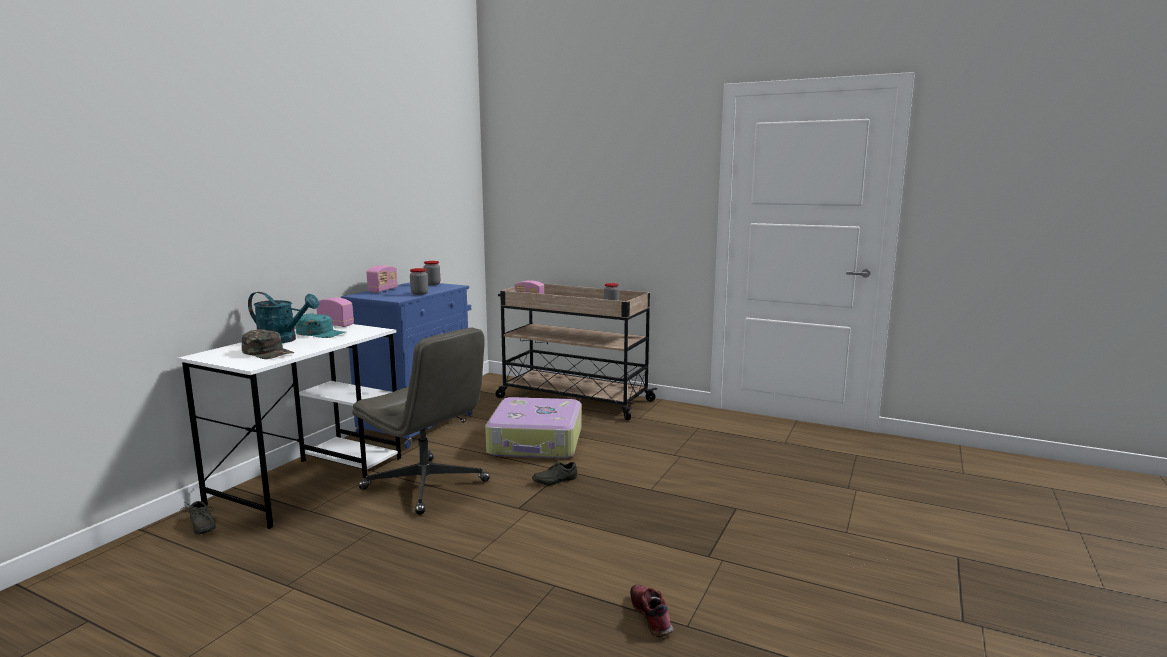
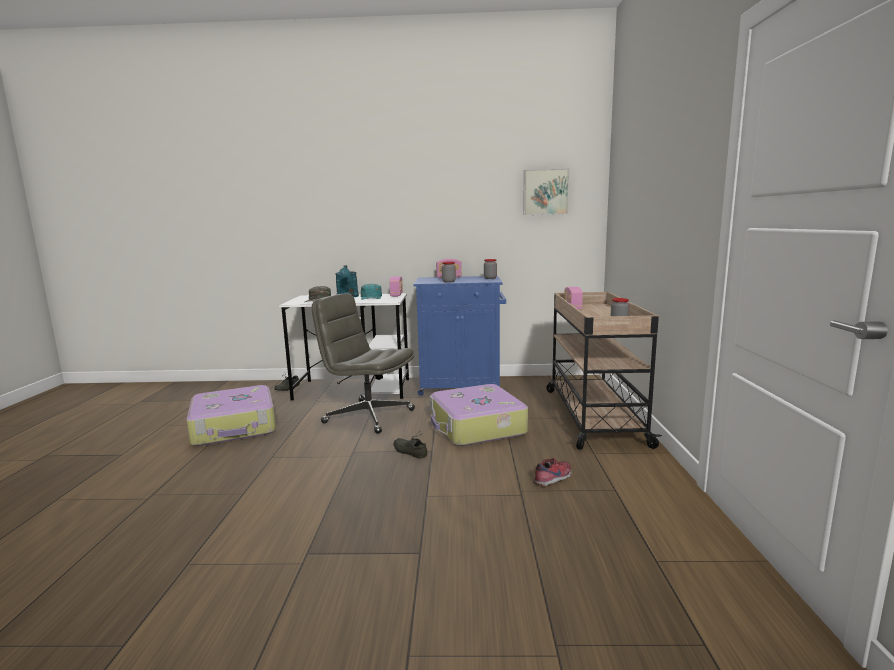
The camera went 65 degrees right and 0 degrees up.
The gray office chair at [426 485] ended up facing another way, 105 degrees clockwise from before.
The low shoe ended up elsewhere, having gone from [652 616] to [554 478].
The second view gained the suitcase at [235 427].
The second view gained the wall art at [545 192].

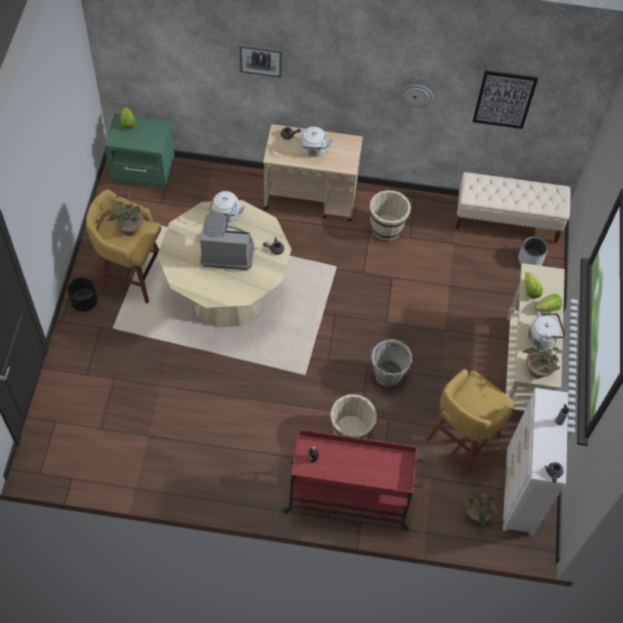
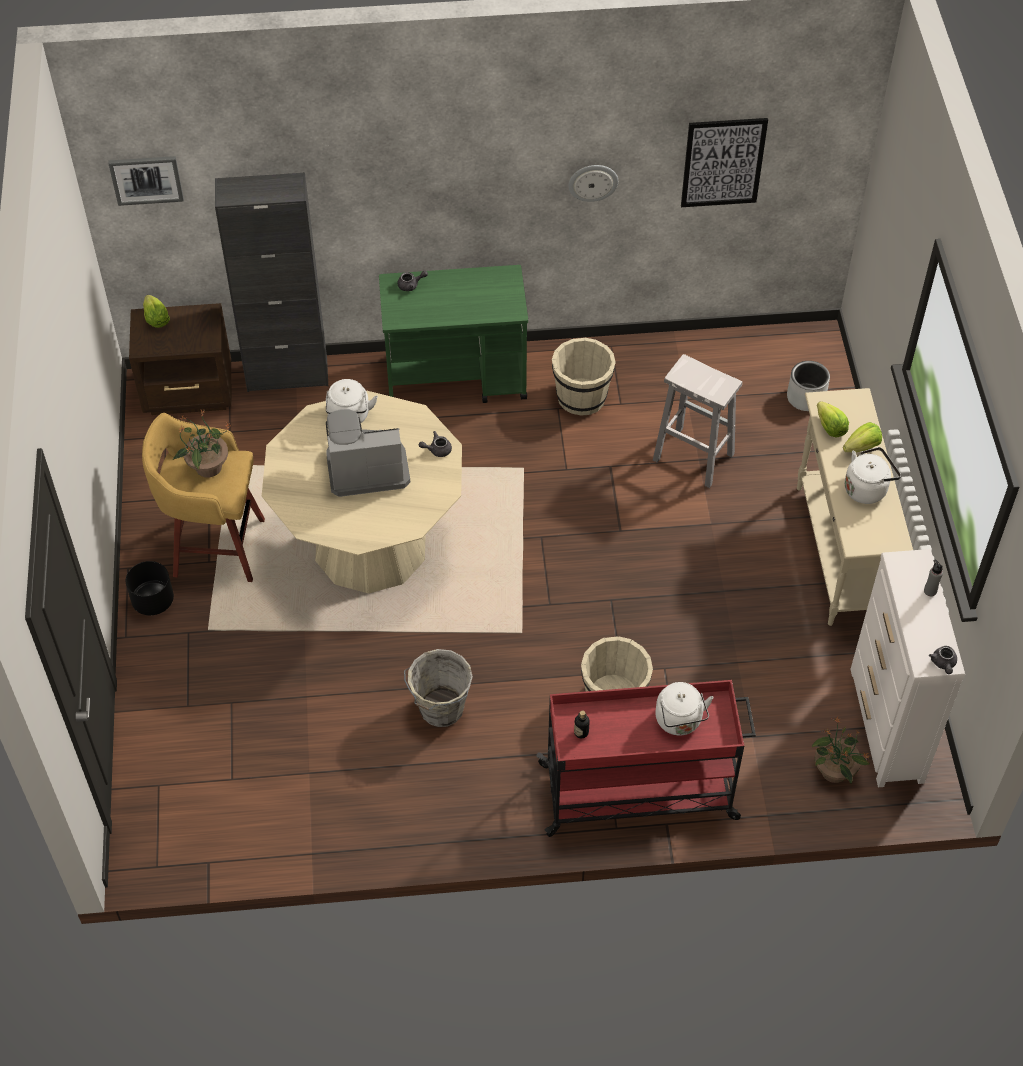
The camera went 10 degrees left and 5 degrees down.
What was the greenish night table at [144 171] turned into the brown night table at [190 392].
The wall art ended up elsewhere, having gone from [261 59] to [146 179].
What was the beige cart at [311 198] turned into the greenish cart at [457 378].
The whitish kettle ended up elsewhere, having gone from [313 150] to [680 721].
The gray bucket ended up elsewhere, having gone from [387 376] to [440 710].
The second view lost the yellow-coloured sitting stool at [461 440].
The second view lost the beige indoor bench at [507 221].
The second view lost the potted plant at [537 369].
The second view gained the black storage cabinet at [287 375].
The second view gained the whitish sitting stool at [692 456].

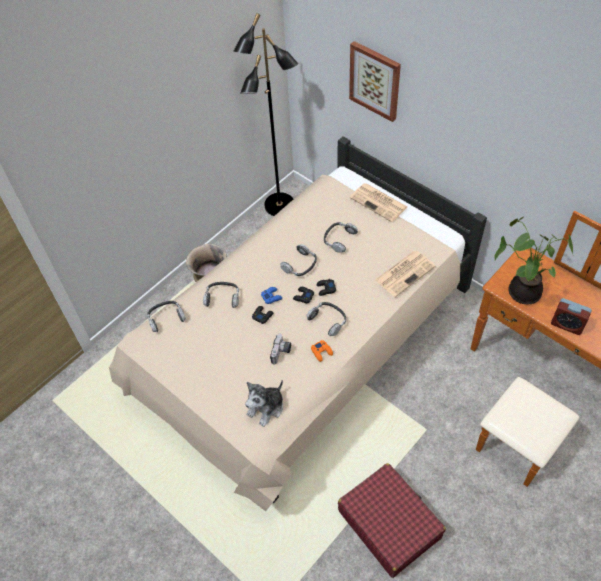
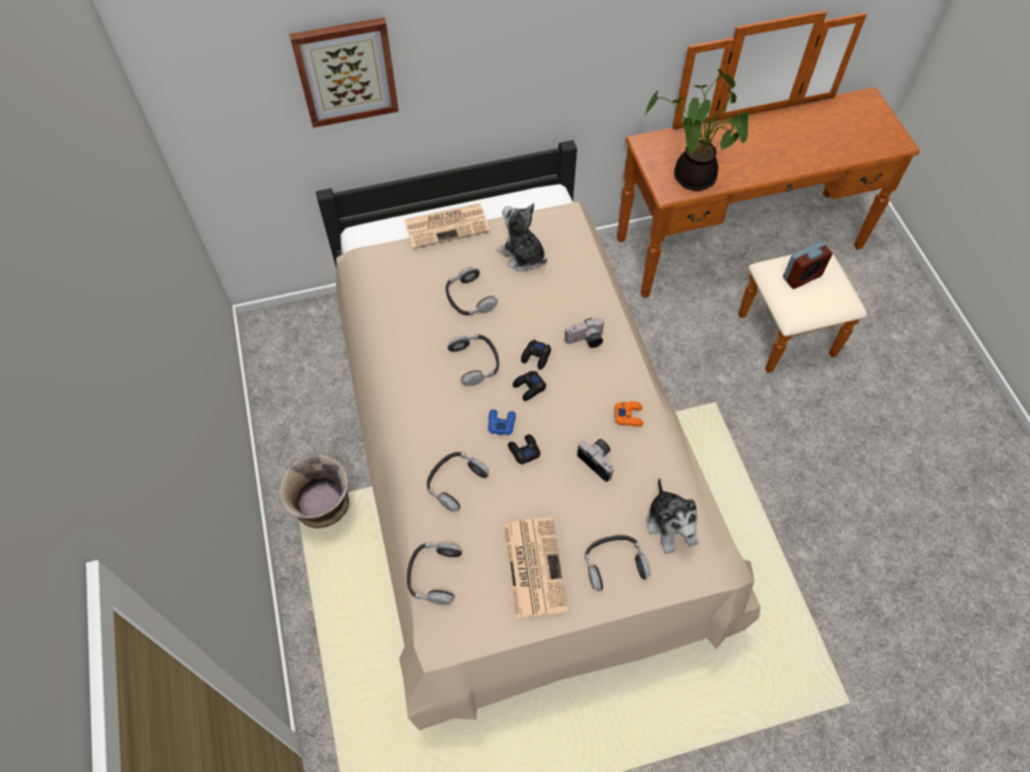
The camera went 60 degrees left and 5 degrees up.
The second view lost the black standing lamp at [279 206].
The pair of headphones ended up elsewhere, having gone from [328 320] to [614 564].
The second view lost the red-coloured suitcase at [389 523].
The newspaper ended up elsewhere, having gone from [405 273] to [533 566].
The alarm clock ended up elsewhere, having gone from [567 325] to [802 277].
The second view gained the soft toy at [522 256].
The second view gained the still camera at [586 341].

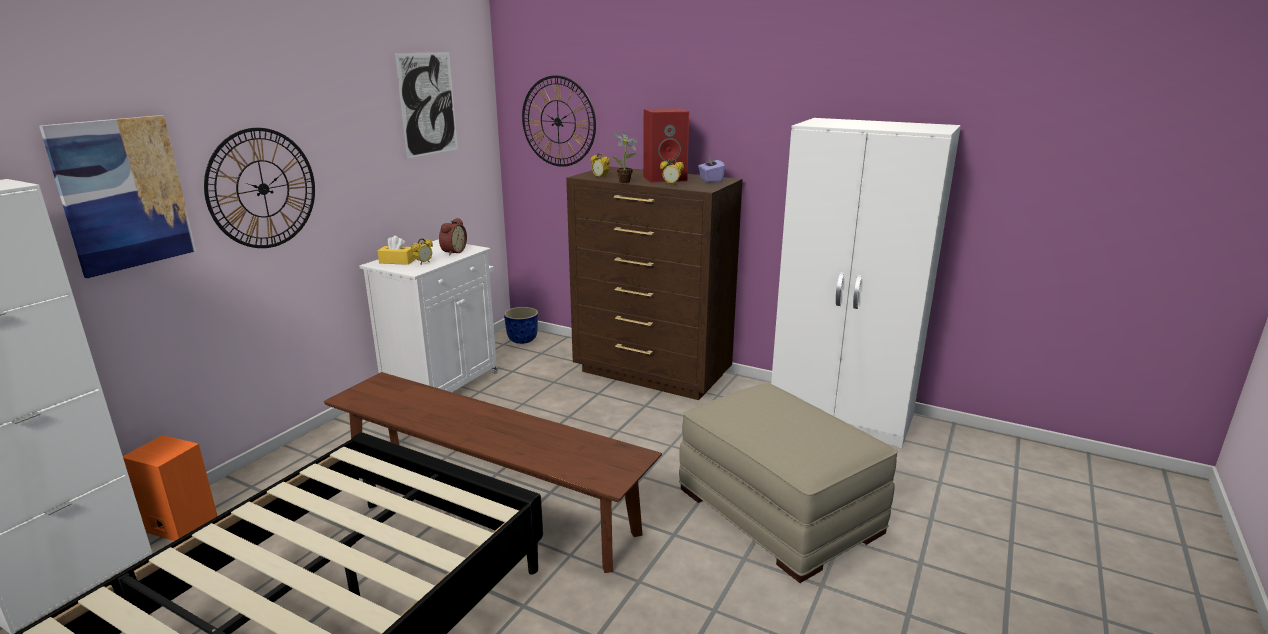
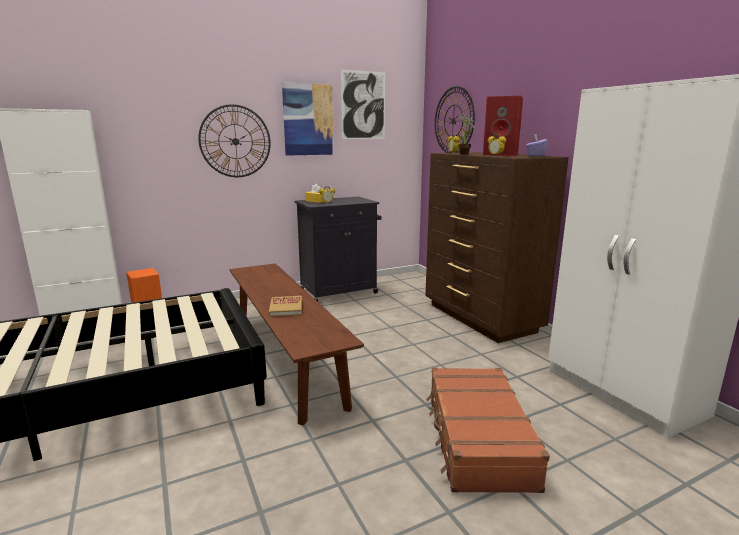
The camera went 35 degrees right and 5 degrees down.
The wall art ended up elsewhere, having gone from [123 194] to [308 120].
What was the whitish storage cabinet at [443 384] turned into the black storage cabinet at [339 291].
The second view lost the alarm clock at [452 252].
The second view lost the plant pot at [523 340].
Where the beige footrest stood at [779 510], the brown suitcase came to stand at [477 438].
The second view gained the volume at [286 308].

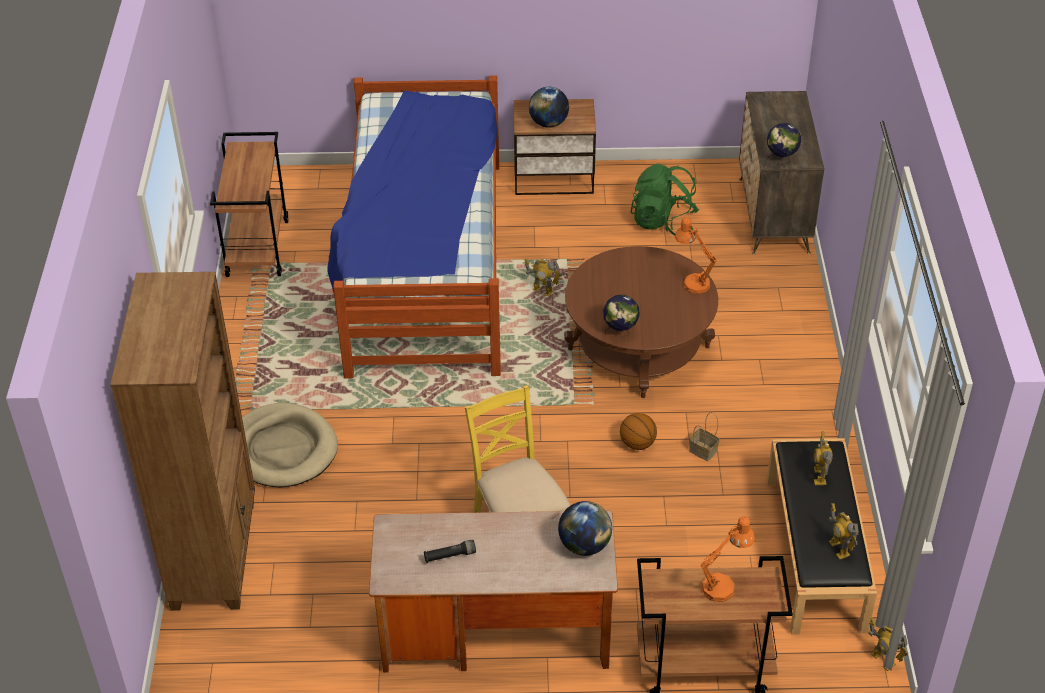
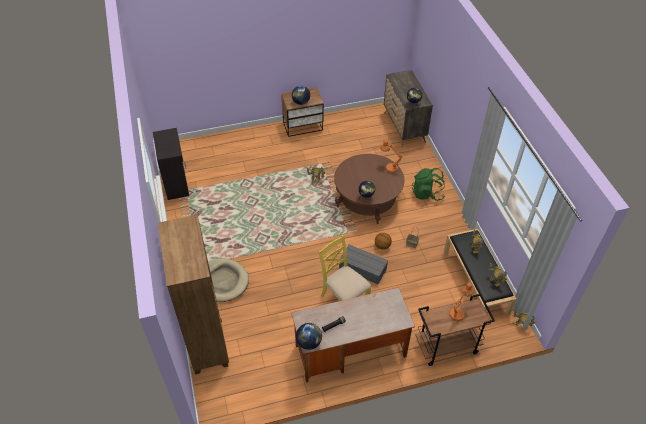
The camera went 15 degrees left and 5 degrees up.
Where the brown cart stood at [257 248], the black storage cabinet came to stand at [176 183].
The second view lost the sleeping bed at [425 264].
The desk globe ended up elsewhere, having gone from [584 545] to [309 342].
The greenish knapsack ended up elsewhere, having gone from [663 222] to [427 193].
The second view gained the gray storage bin at [362 268].

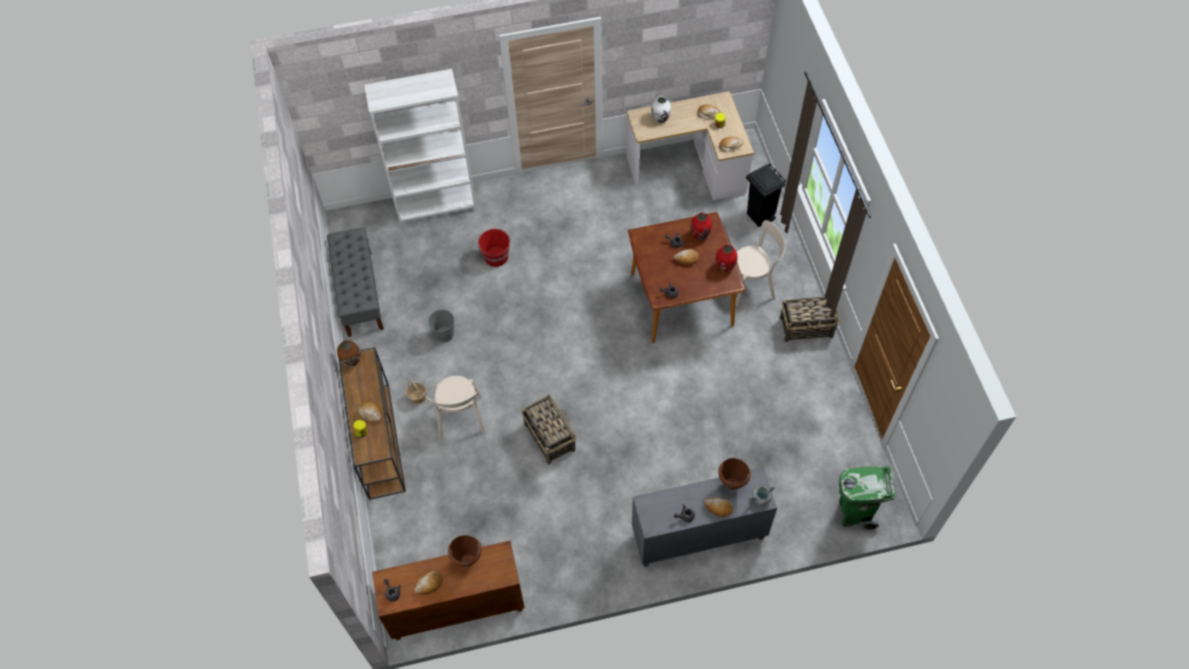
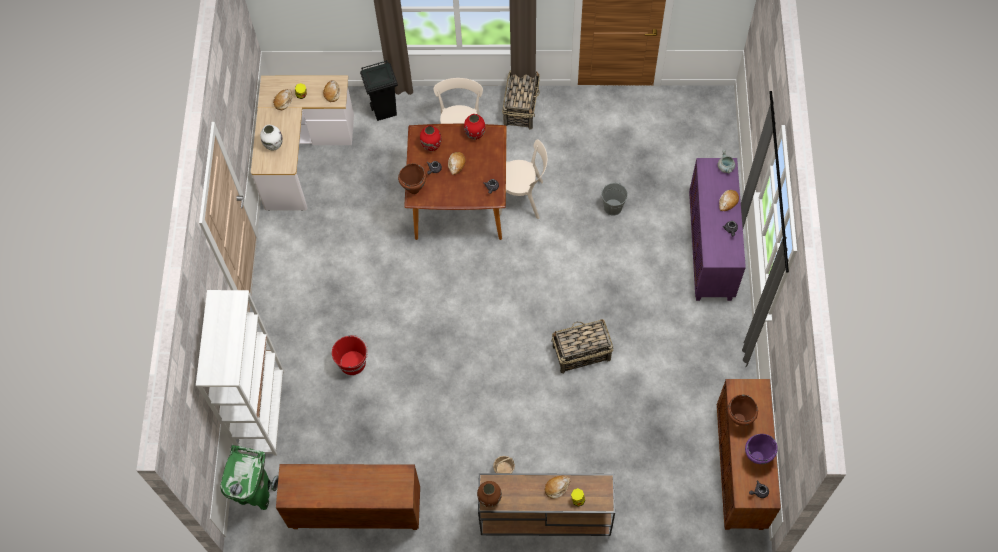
The camera went 75 degrees left and 5 degrees up.
Where the gray indoor bench stood at [359 293], the brown storage cabinet came to stand at [355 512].
Where the bakery bread stood at [429 585], the purplish stockpot came to stand at [757 457].
The beige plain chair ended up elsewhere, having gone from [461 419] to [523 198].
The gray bucket ended up elsewhere, having gone from [444 335] to [613 207].
What was the gray storage cabinet at [698 536] turned into the purplish storage cabinet at [711 250].
The brown stockpot ended up elsewhere, having gone from [731 483] to [413 189].
The greenish waste bin ended up elsewhere, having gone from [854 512] to [256 493].

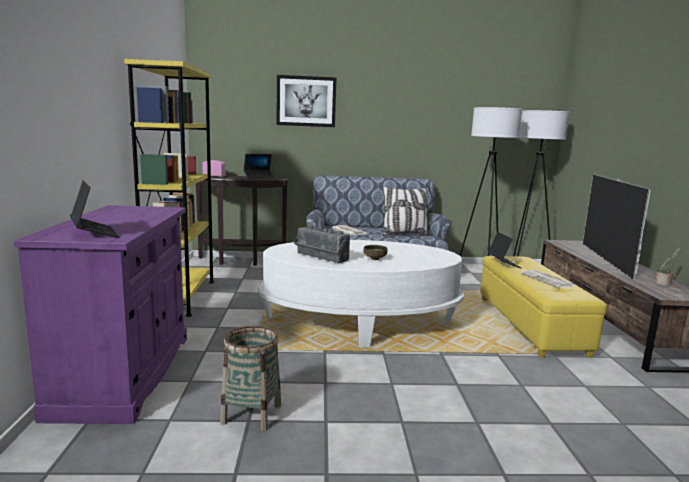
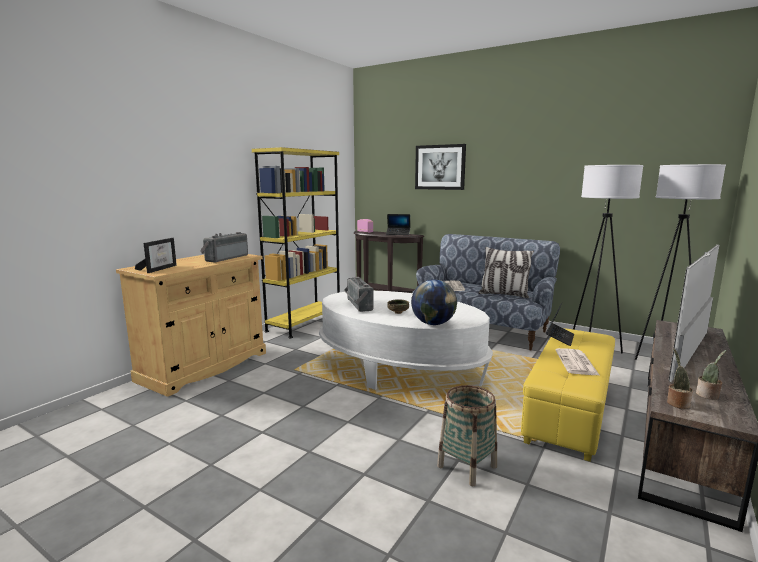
The camera went 35 degrees right and 0 degrees up.
What was the purplish storage cabinet at [124 374] turned into the beige storage cabinet at [204 366].
Where the notebook computer stood at [94 233], the photo frame came to stand at [159 269].
The storage basket ended up elsewhere, having gone from [251 414] to [467 466].
The second view gained the radio set at [225 258].
The second view gained the desk globe at [433 323].
The second view gained the potted plant at [676 403].

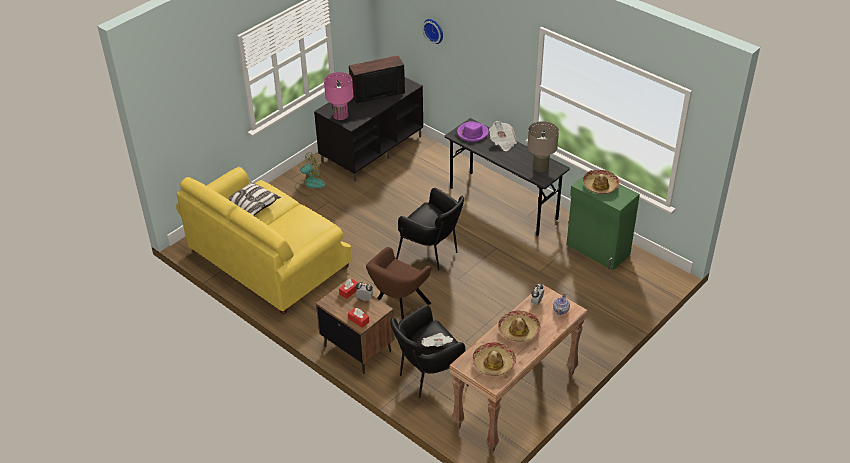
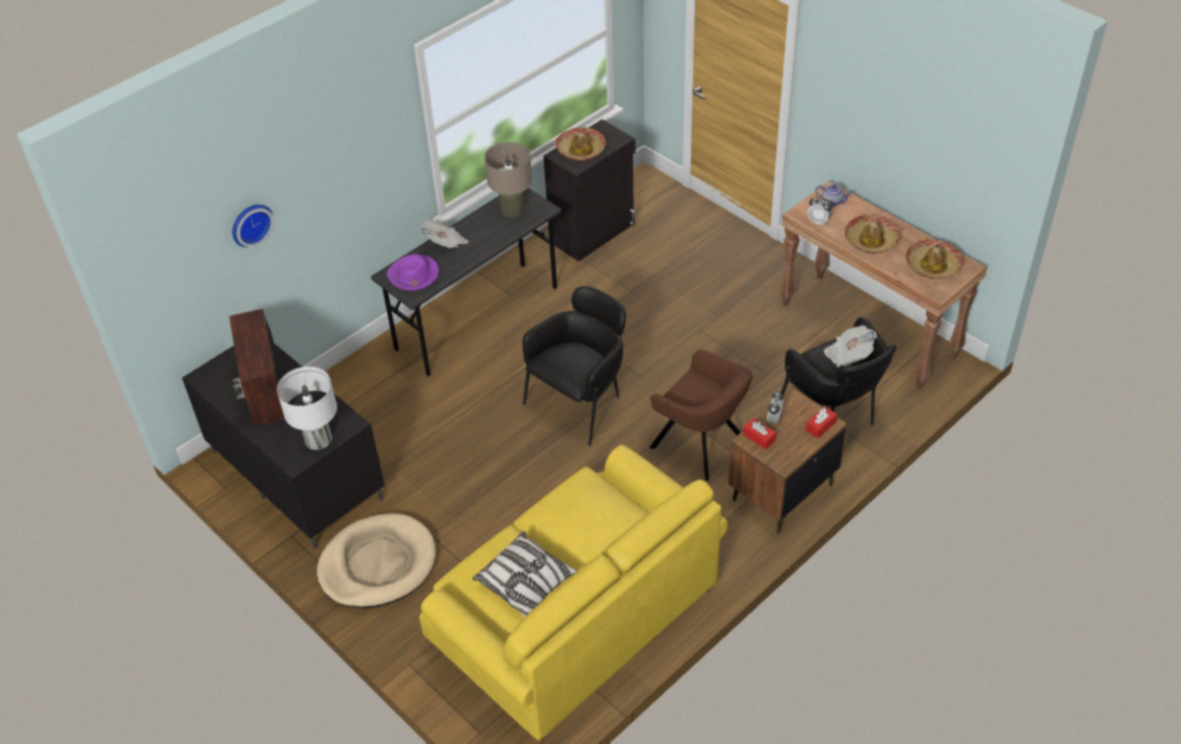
The camera went 85 degrees left and 5 degrees up.
Where the cooling fan stood at [309 185], the beige pet bed came to stand at [377 564].
What was the pink lamp for a table at [340 115] turned into the whitish lamp for a table at [318 439].
What was the greenish storage cabinet at [597 250] turned into the black storage cabinet at [593 233].

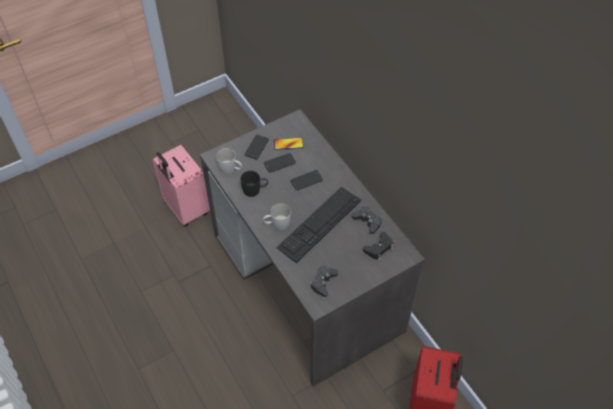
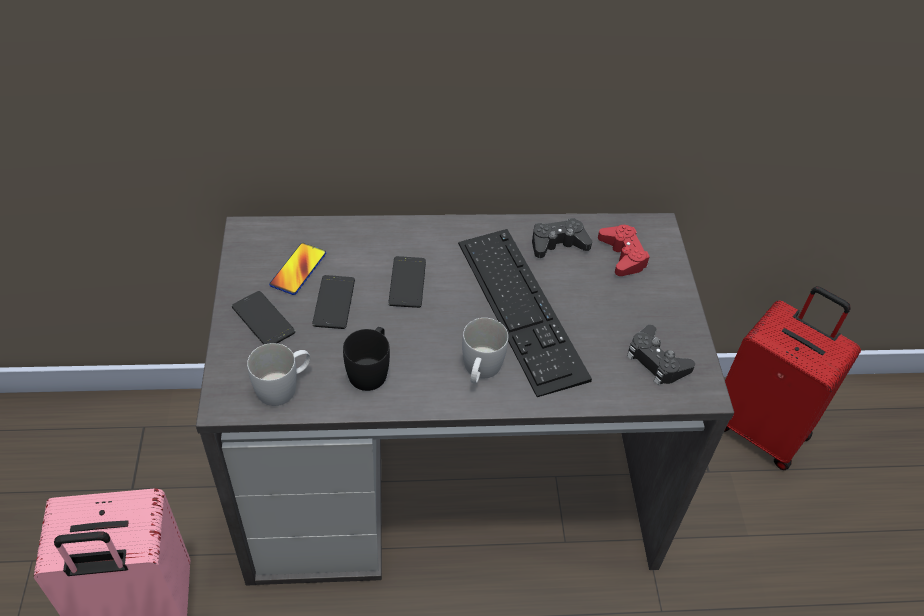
The camera went 65 degrees left and 5 degrees down.
What was the black joypad at [379 248] turned into the red-coloured joypad at [623 255].

